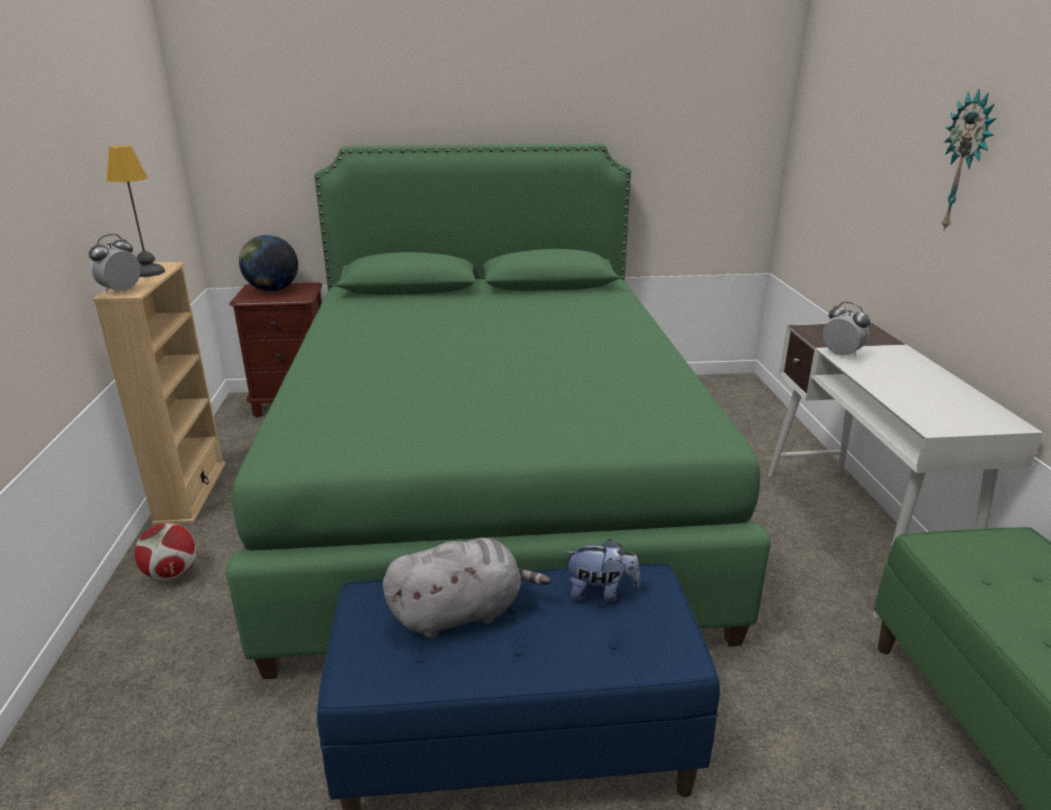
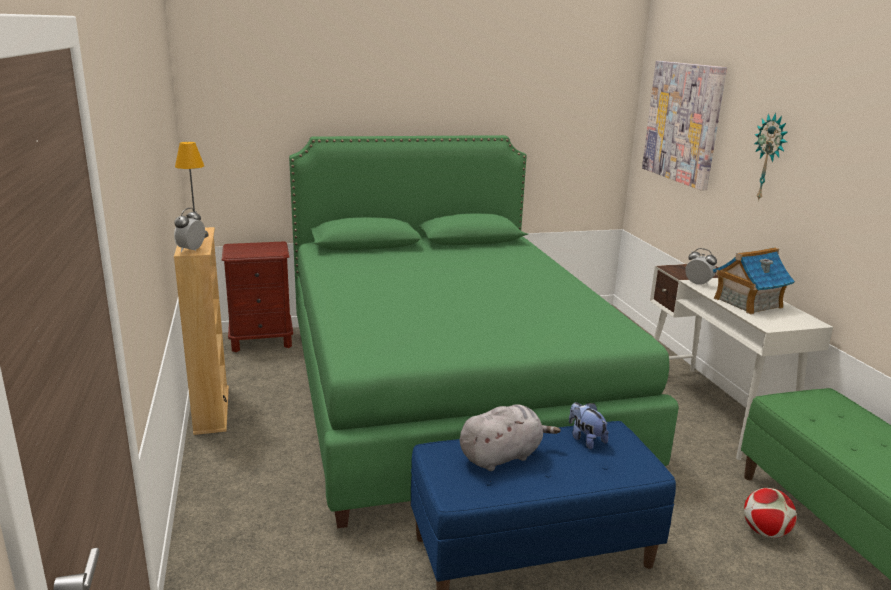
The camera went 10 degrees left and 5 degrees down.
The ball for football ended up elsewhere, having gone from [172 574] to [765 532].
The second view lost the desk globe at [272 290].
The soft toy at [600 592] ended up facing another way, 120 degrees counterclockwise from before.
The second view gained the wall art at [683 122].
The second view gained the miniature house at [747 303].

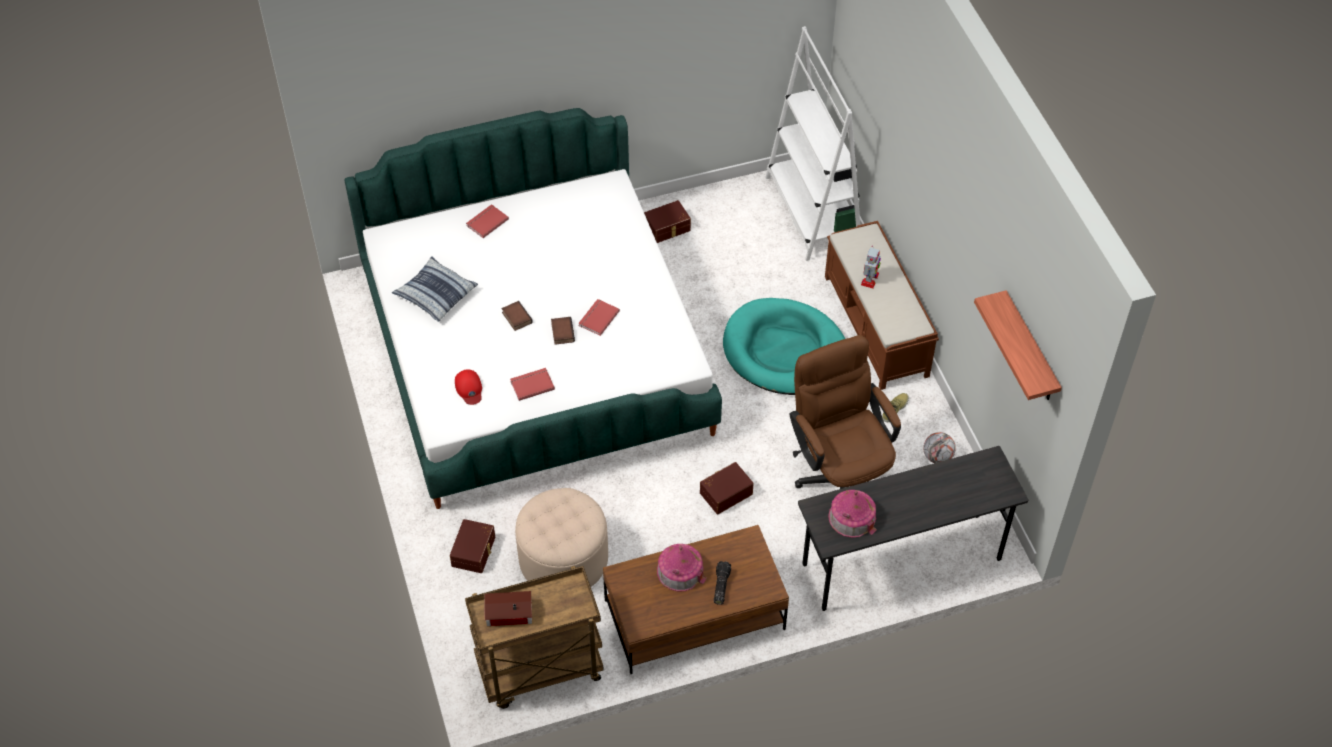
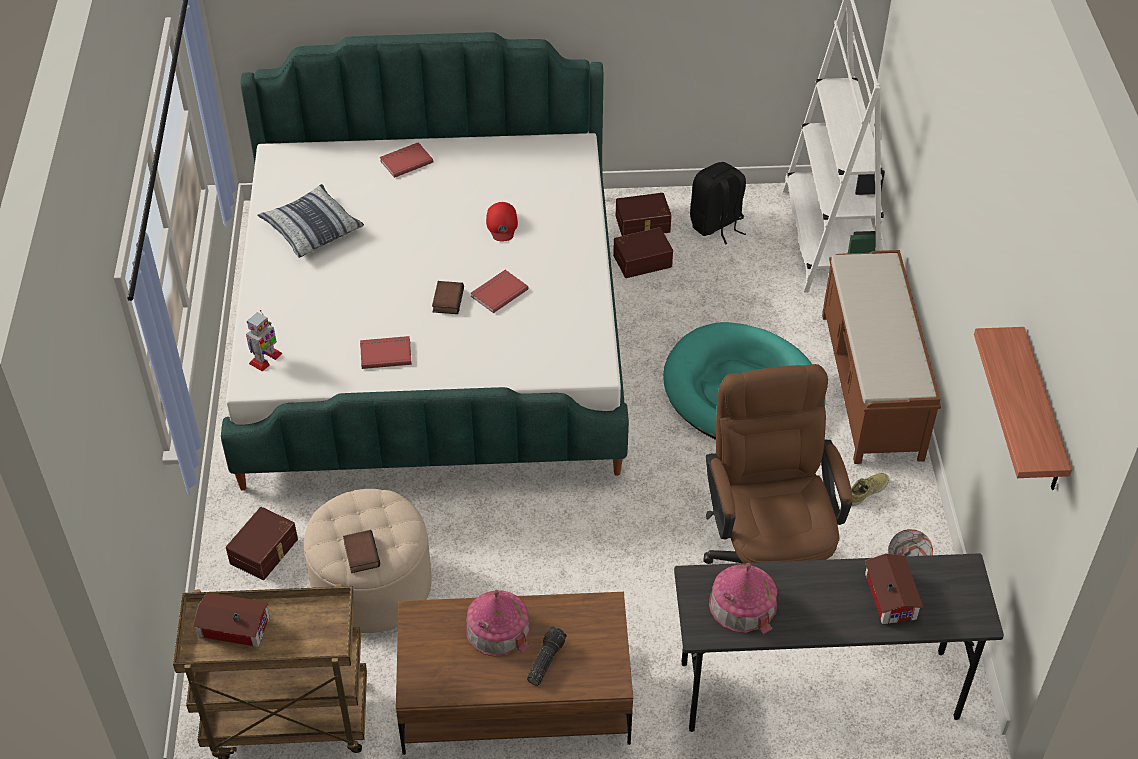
The camera went 15 degrees right and 5 degrees down.
The red-coloured peaked cap ended up elsewhere, having gone from [469 388] to [502 225].
The volume ended up elsewhere, having gone from [516 318] to [360 554].
The brown storage bin ended up elsewhere, having gone from [725 492] to [642 260].
The toy robot ended up elsewhere, having gone from [870 279] to [265 359].
The second view gained the black knapsack at [716 225].
The second view gained the miniature house at [891 594].

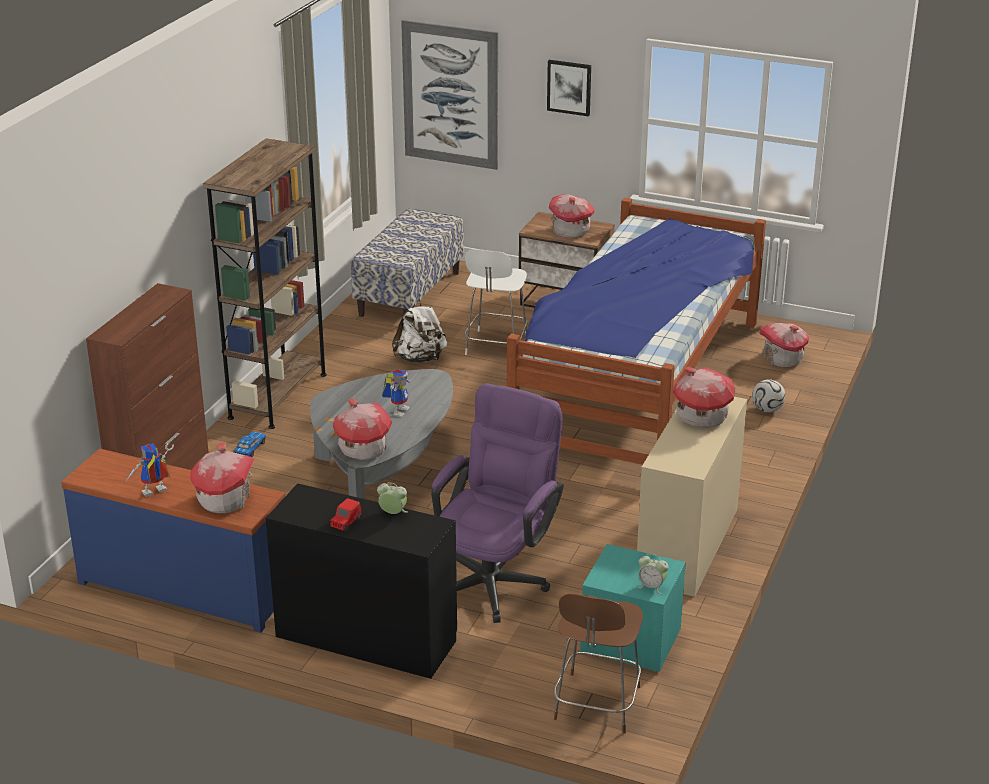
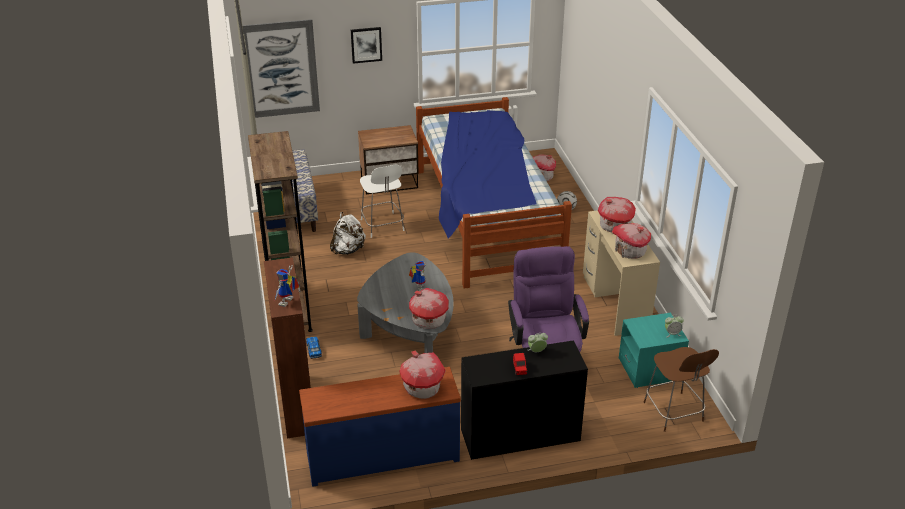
The camera went 35 degrees left and 5 degrees up.
The toy robot ended up elsewhere, having gone from [153 494] to [287 303].
The miniature house ended up elsewhere, having gone from [570 231] to [630 251].

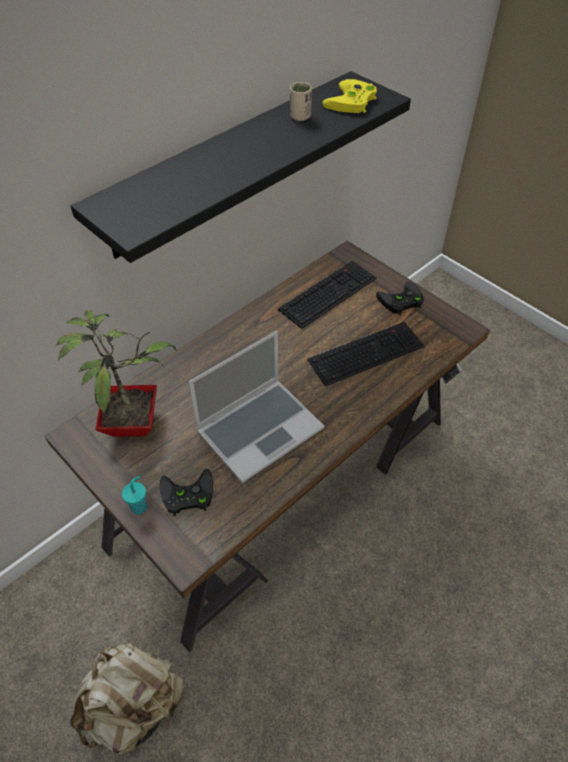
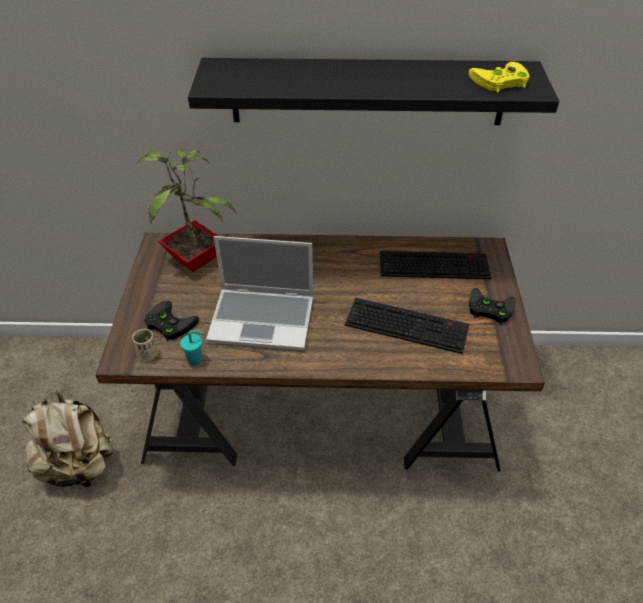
The camera went 45 degrees right and 5 degrees down.
The turquoise-coloured cup ended up elsewhere, having gone from [139 506] to [196 359].
The beige cup ended up elsewhere, having gone from [300 117] to [148 354].

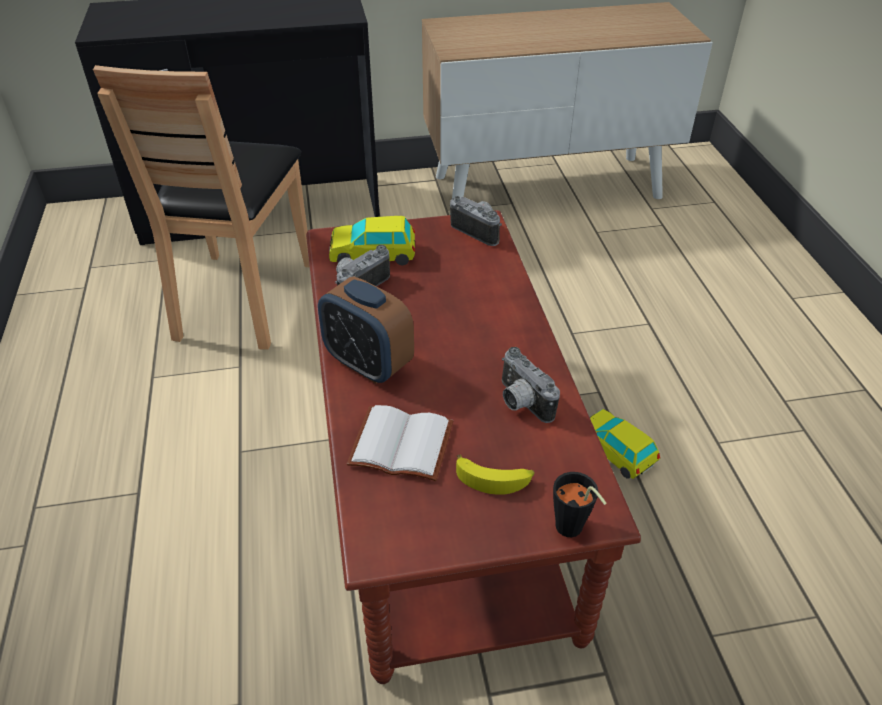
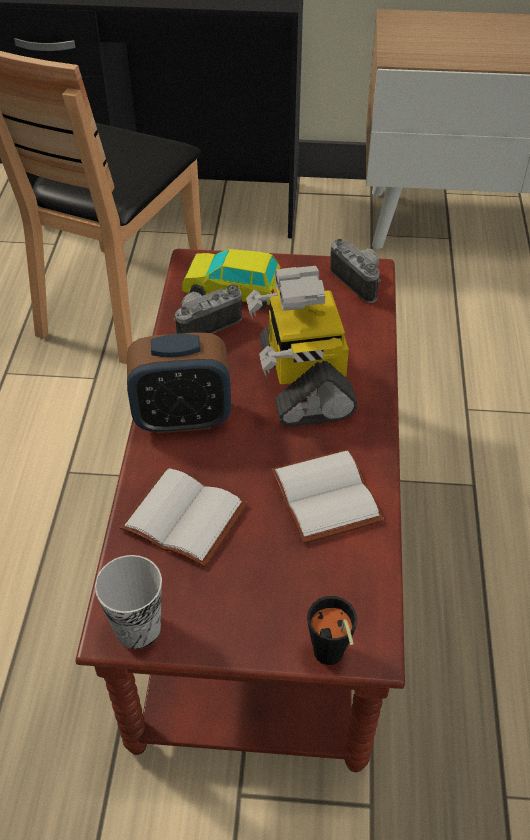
The camera went 15 degrees right and 5 degrees up.
The alarm clock at [368 364] ended up facing another way, 60 degrees counterclockwise from before.
The second view lost the whole banana at [494 478].
Where the still camera stood at [520 403], the whitish volume came to stand at [329 497].
The second view lost the model car at [615 450].
The second view gained the cup at [138 628].
The second view gained the toy robot at [302 381].

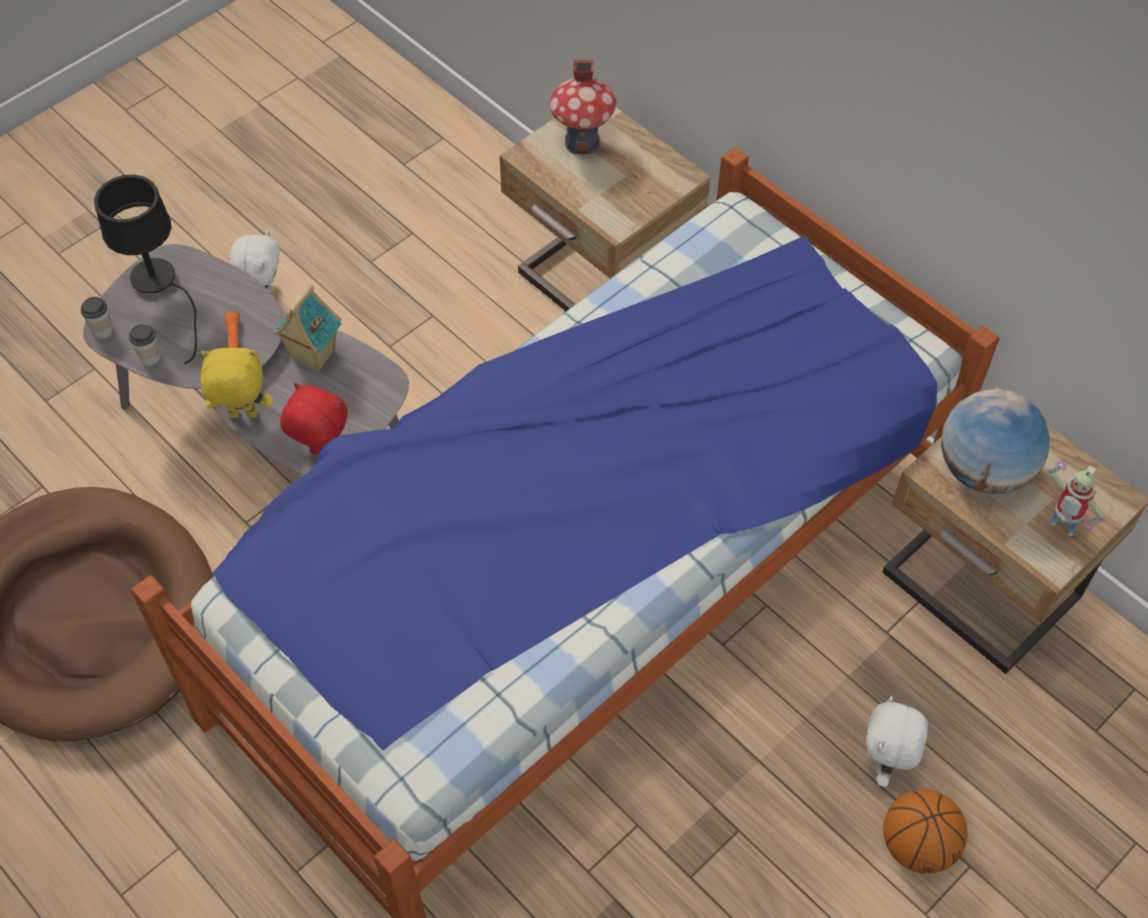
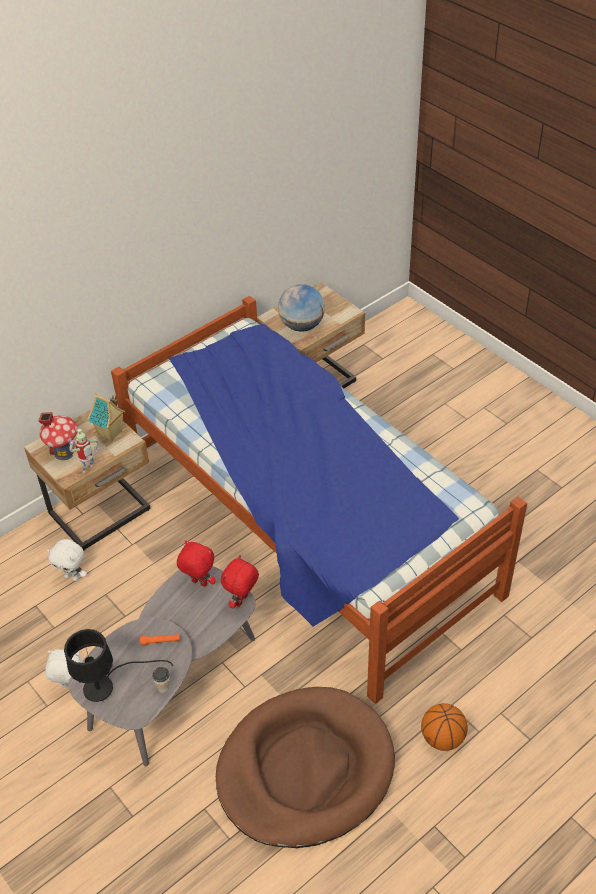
The camera went 85 degrees left and 10 degrees down.
The second view lost the cup at [102 330].
The second view lost the yellow-coloured soft toy at [242 416].
The miniature house ended up elsewhere, having gone from [313 356] to [111 434].
The whitish soft toy ended up elsewhere, having gone from [885 764] to [73 577].
The basketball ball ended up elsewhere, having gone from [917 846] to [442 738].
The toy robot ended up elsewhere, having gone from [1058 530] to [88 469].
The second view gained the red-coloured soft toy at [198 583].

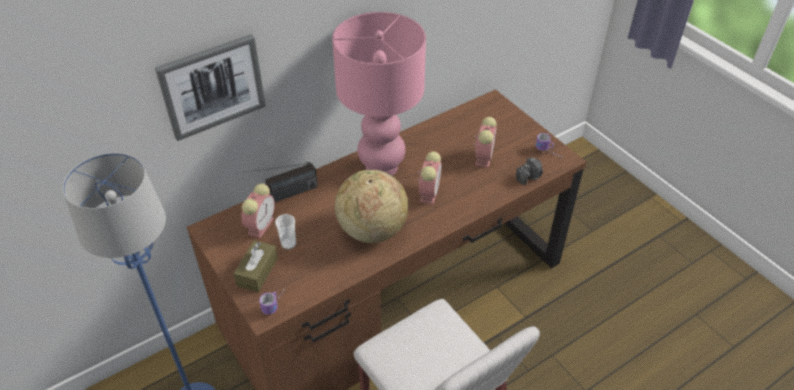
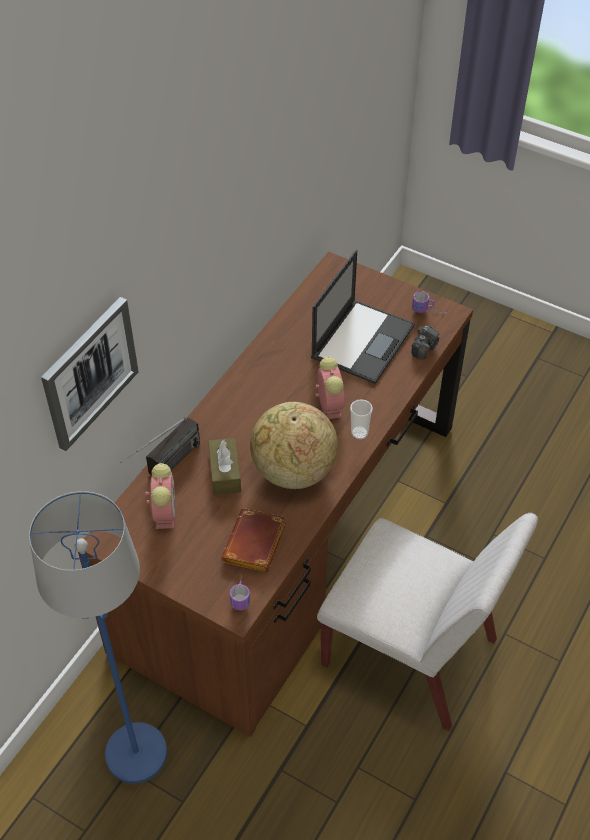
The camera went 25 degrees left and 5 degrees up.
The brown tissue box ended up elsewhere, having gone from [257 272] to [225 473].
The cup ended up elsewhere, having gone from [288 244] to [359 433].
The second view lost the pink lamp for a table at [382 166].
Where the alarm clock stood at [483 157], the notebook computer came to stand at [363 340].
The second view gained the brown volume at [255 546].

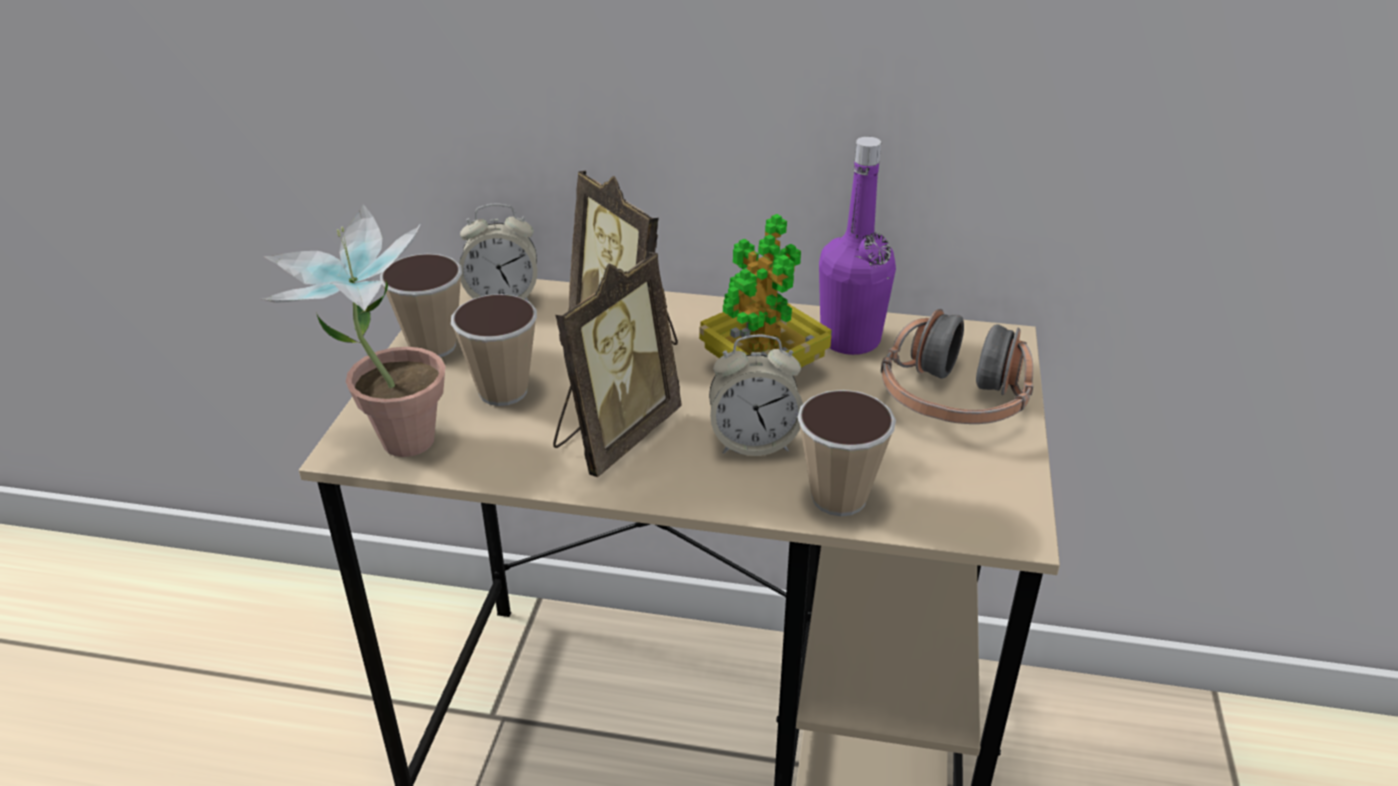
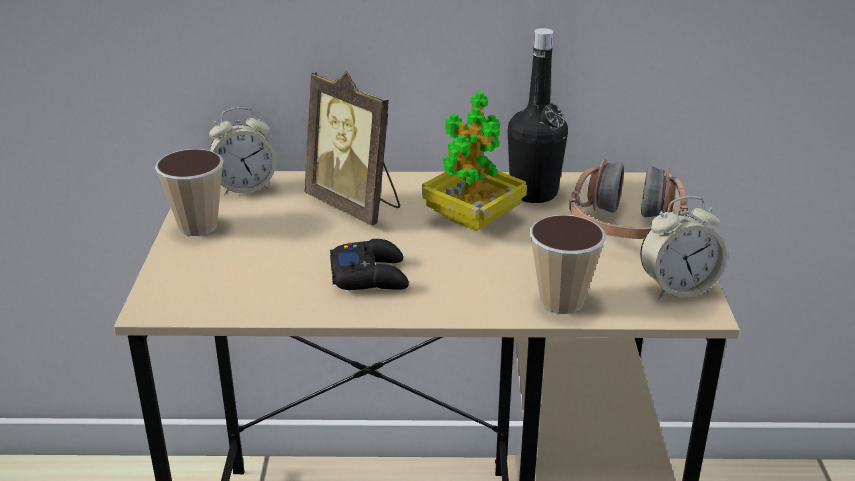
The camera went 10 degrees left and 5 degrees down.
The second view lost the potted plant at [387 442].
The second view lost the cup at [503 391].
Where the photo frame stood at [614 435], the black joypad came to stand at [370 276].
The alarm clock ended up elsewhere, having gone from [753 442] to [677 288].
What was the purplish bottle at [850 340] turned into the black bottle at [533 193].

